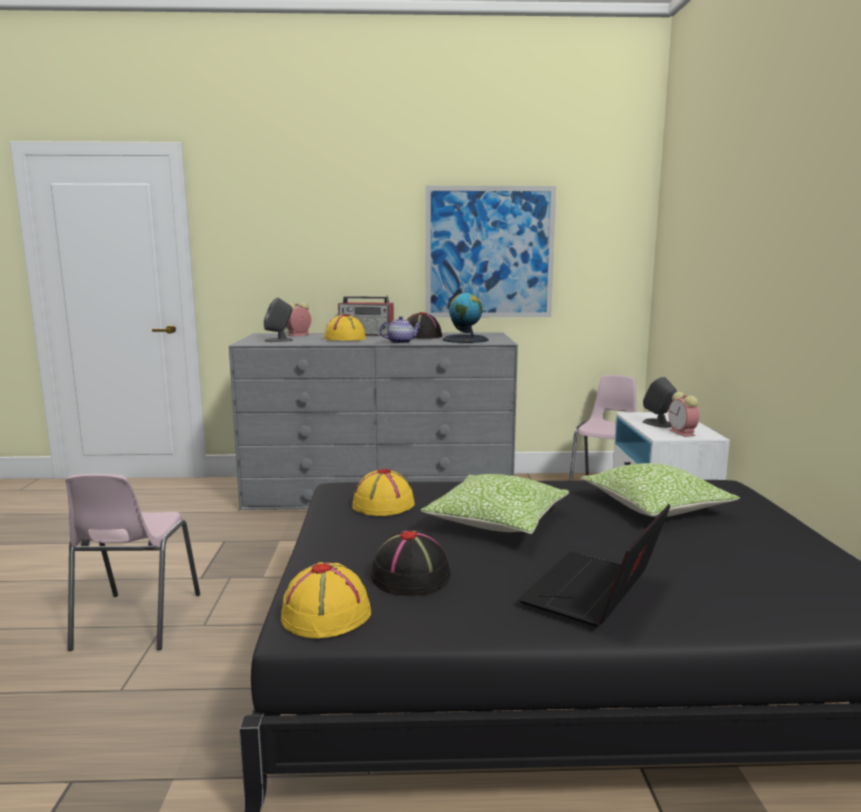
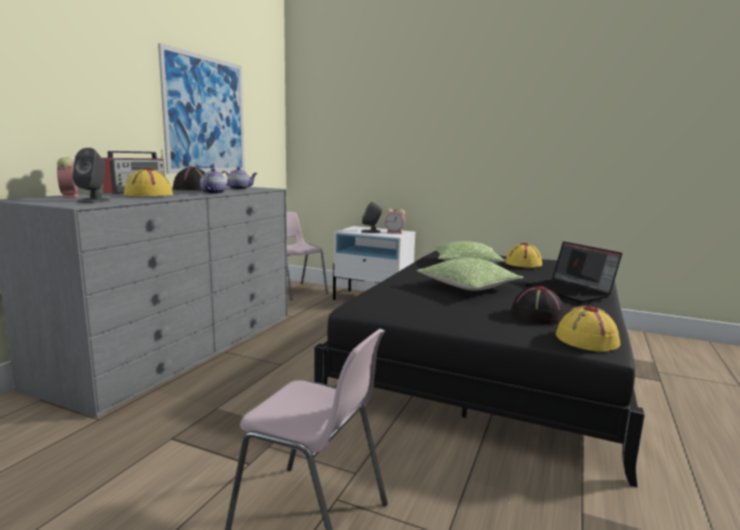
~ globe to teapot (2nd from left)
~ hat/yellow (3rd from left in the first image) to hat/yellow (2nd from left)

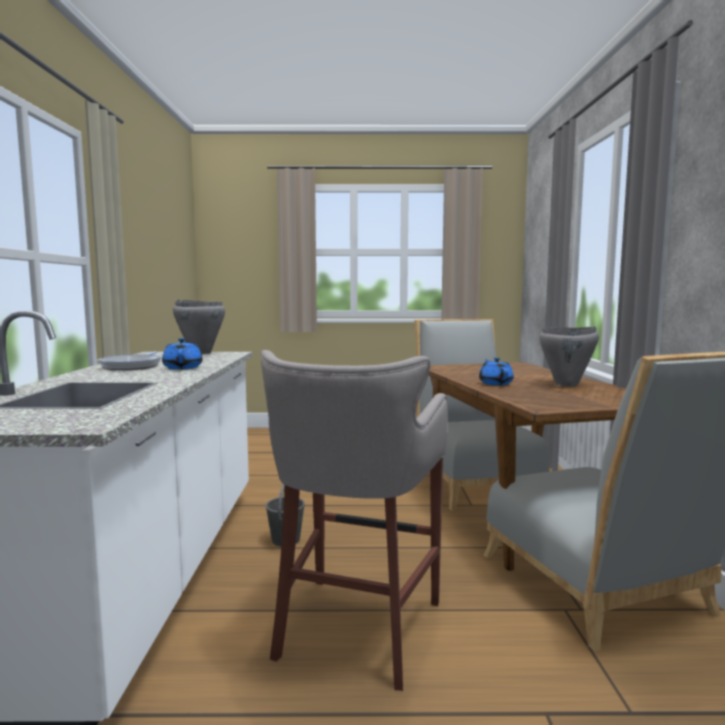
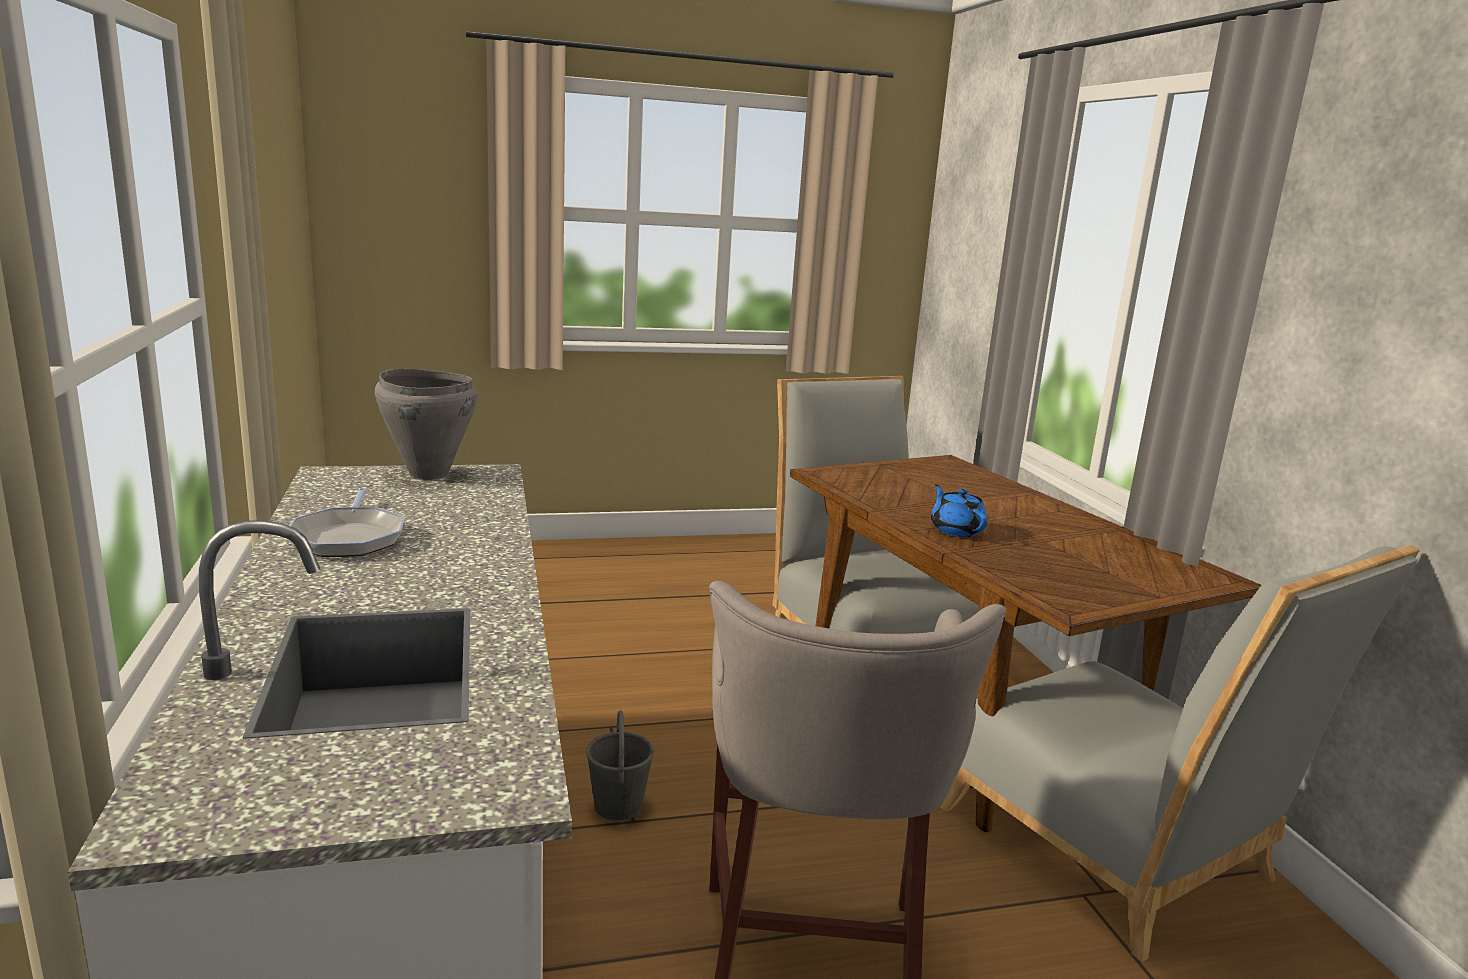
- cooking pot/grey (2nd from left)
- teapot/blue (1st from left)

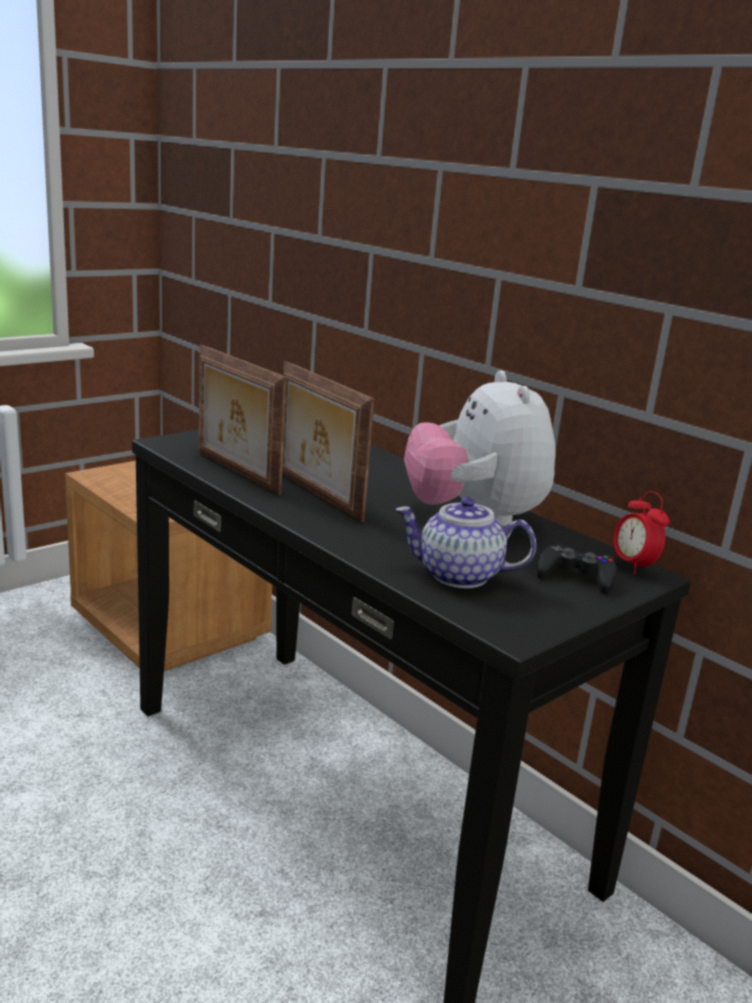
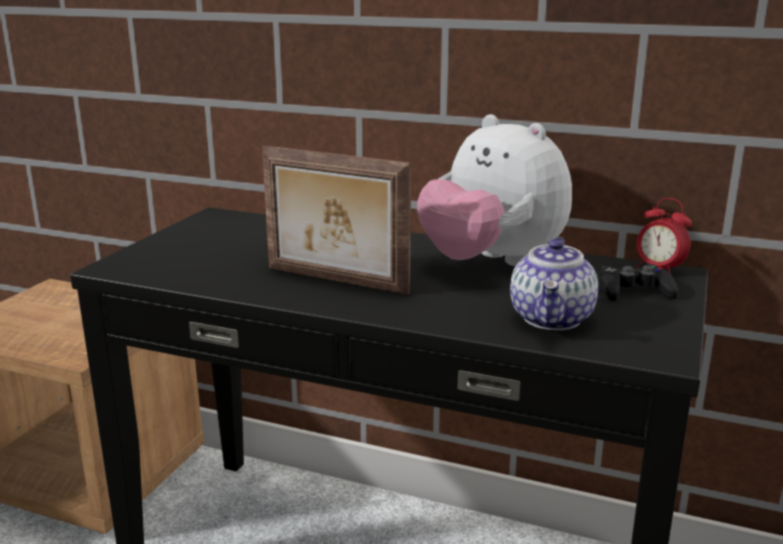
- picture frame (1st from left)
~ teapot 60 degrees counterclockwise

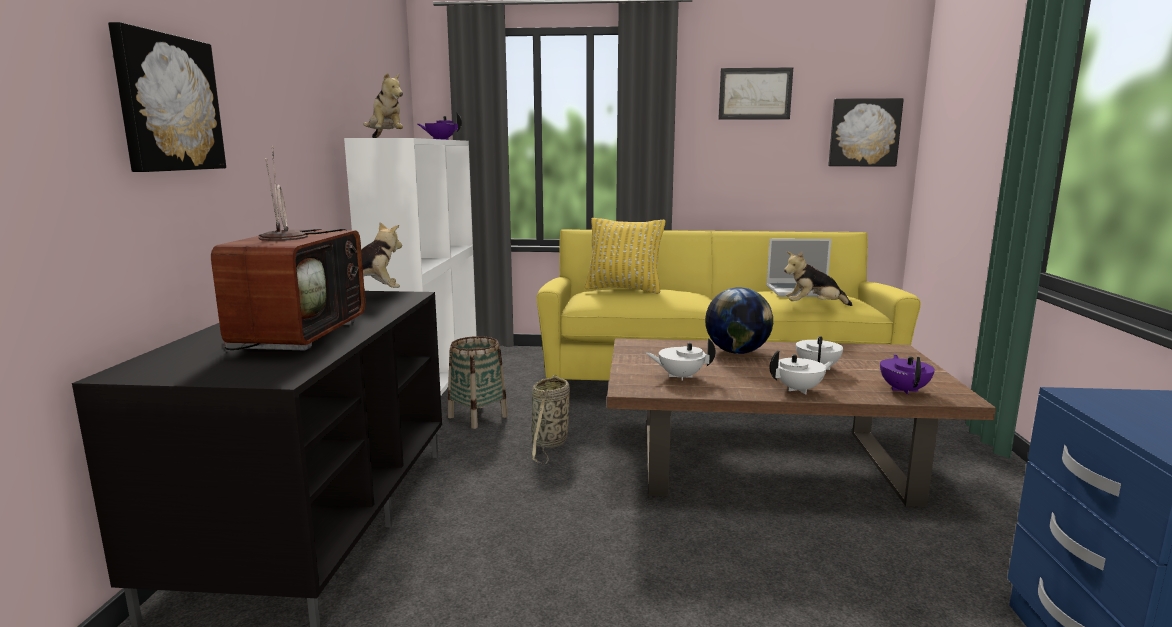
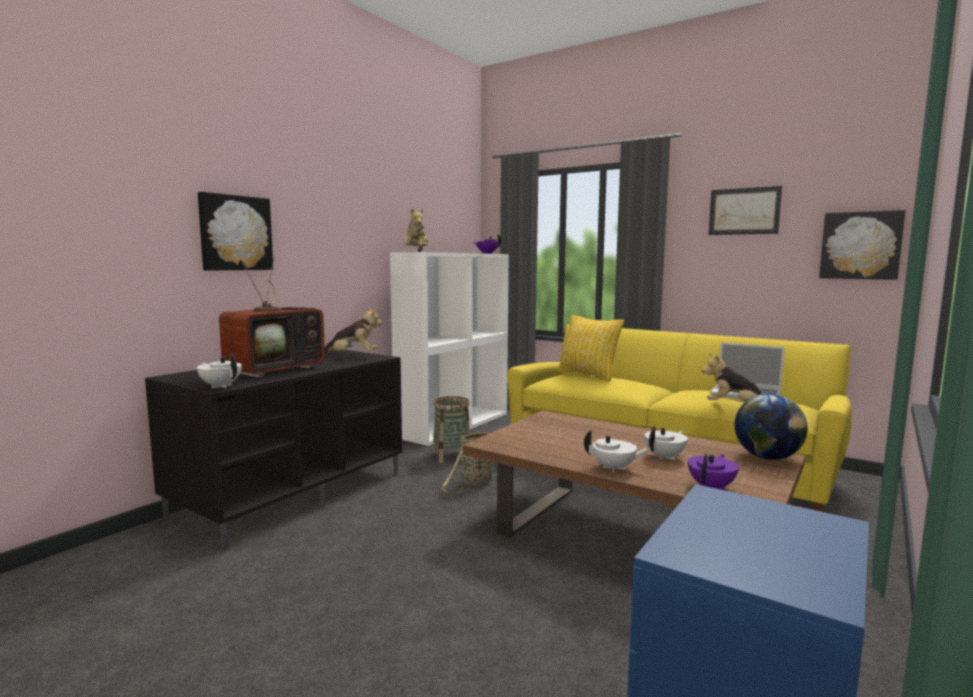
~ globe
~ teapot/white (1st from left)

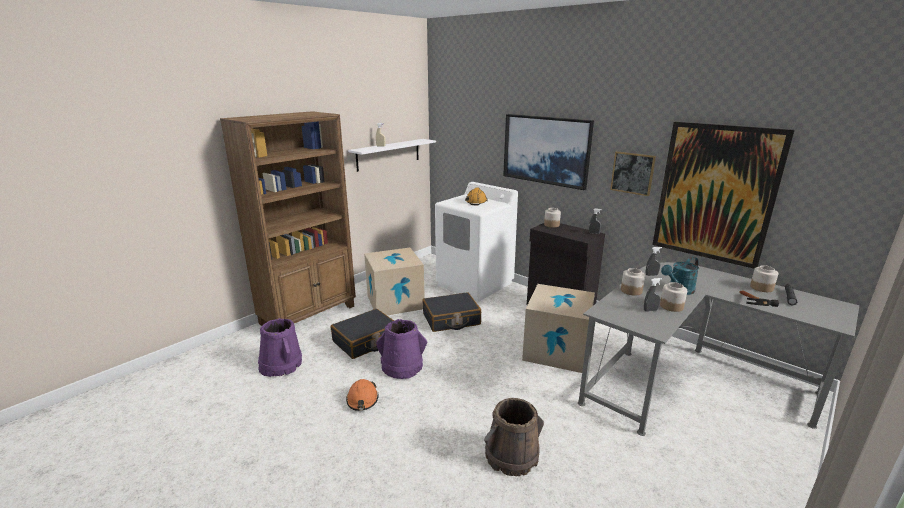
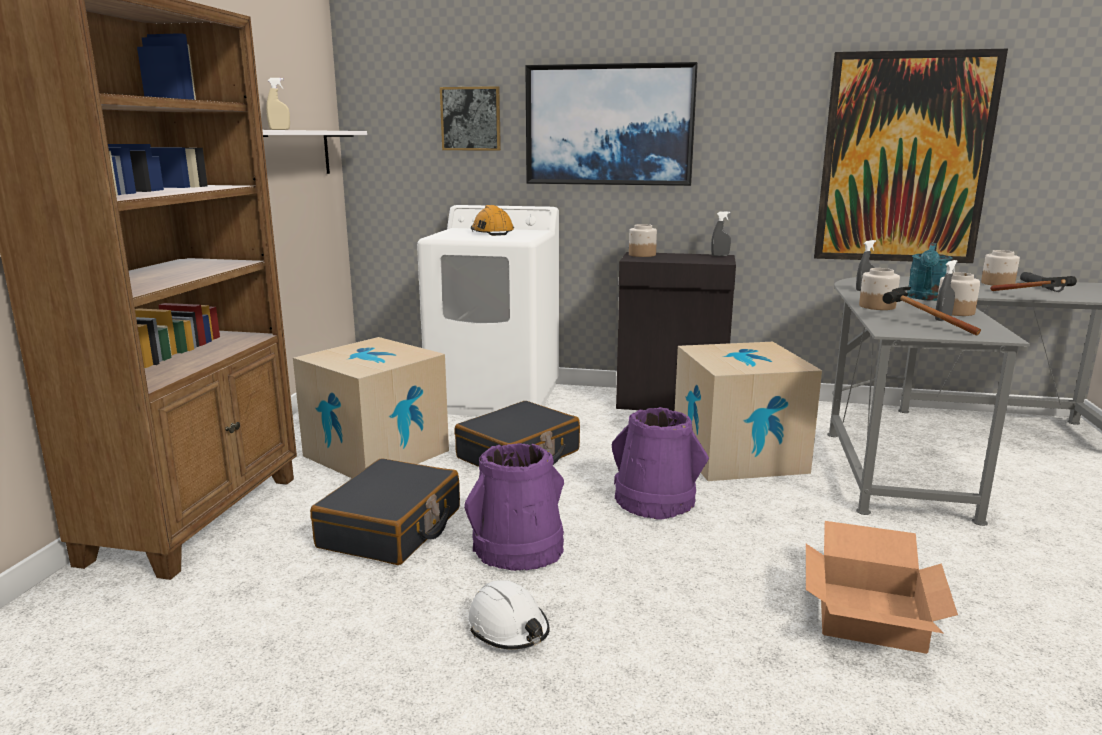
~ picture (2nd from left in the first image) to picture (1st from left)
~ bucket/purple (1st from left in the first image) to bucket/purple (2nd from left)
~ hard hat/orange (1st from left) to hard hat/white
~ bucket/brown to cardboard box (3rd from left)
+ hammer (1st from left)

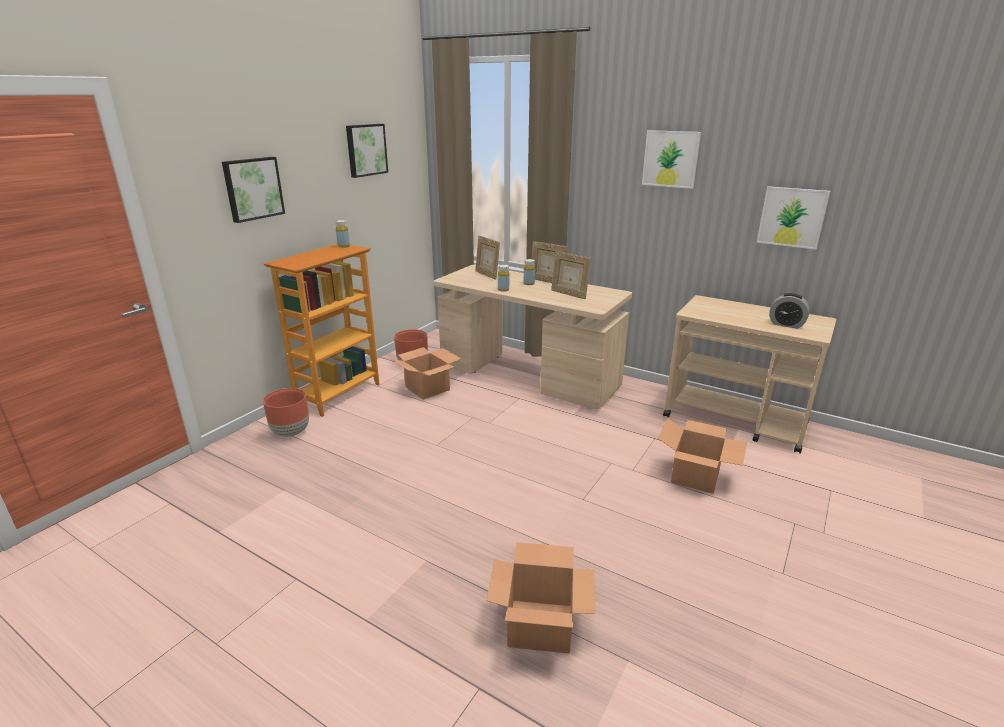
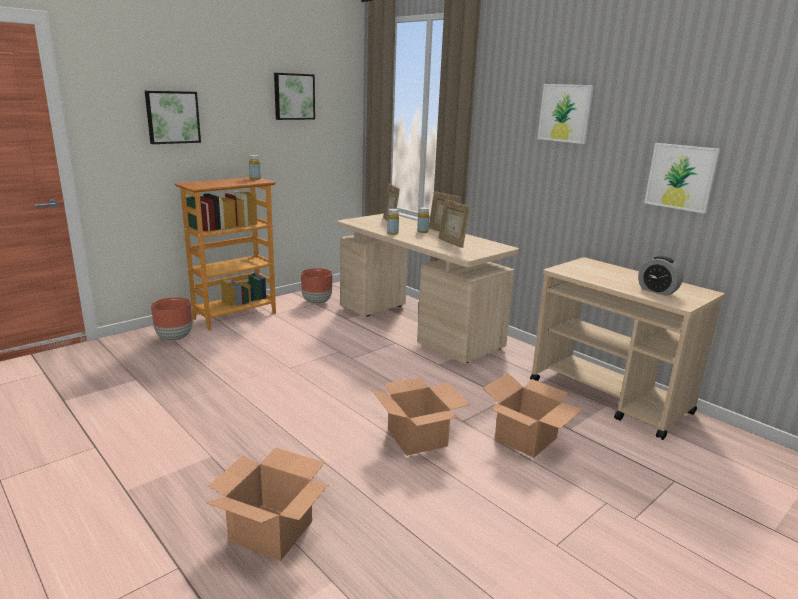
~ cardboard box (1st from left in the first image) to cardboard box (2nd from left)

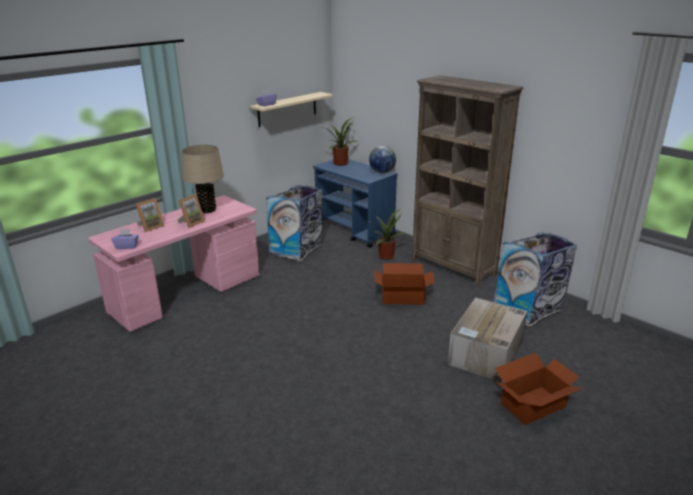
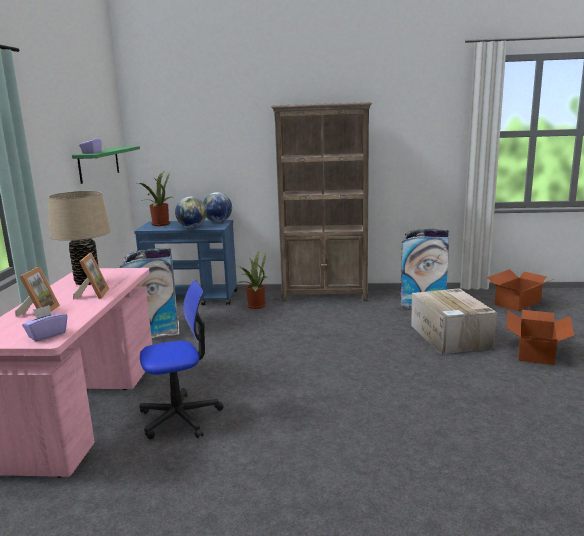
~ shelf/beige to shelf/green
~ cardboard box (1st from left in the first image) to cardboard box (2nd from left)
+ globe (1st from left)
+ office chair

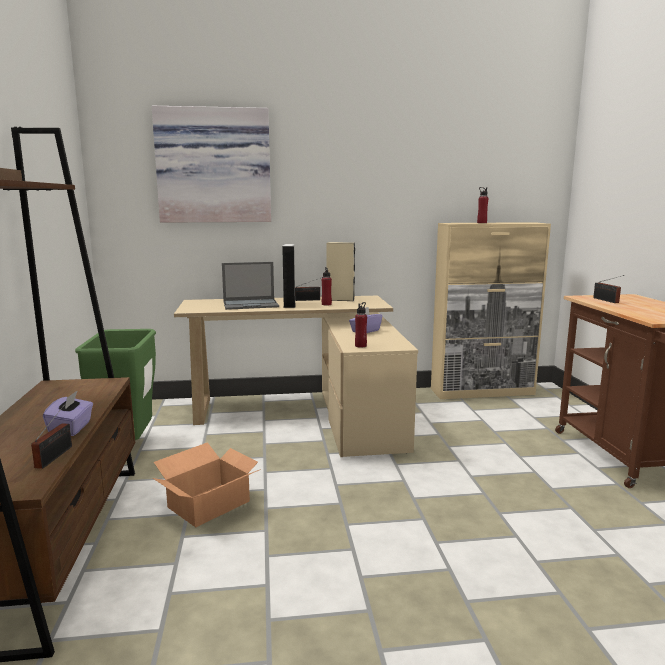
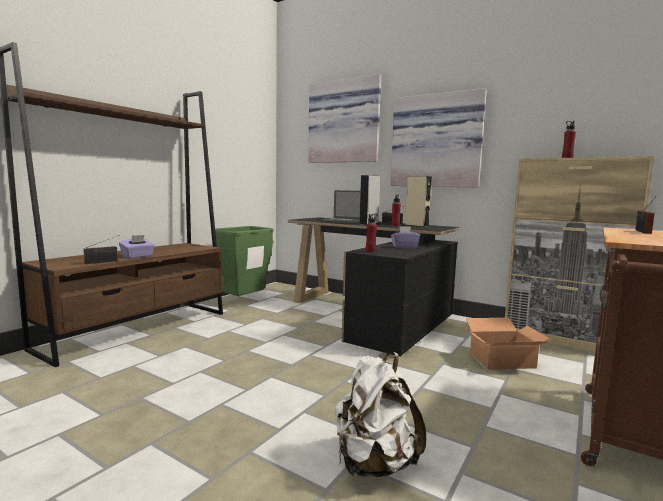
~ desk/beige to desk/black
~ cardboard box
+ picture (2nd from left)
+ backpack/white

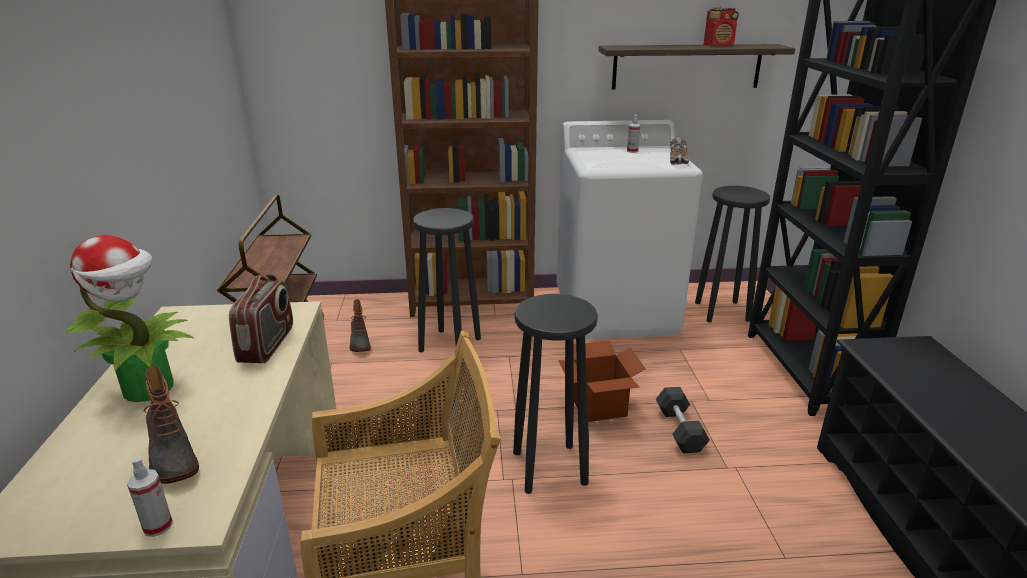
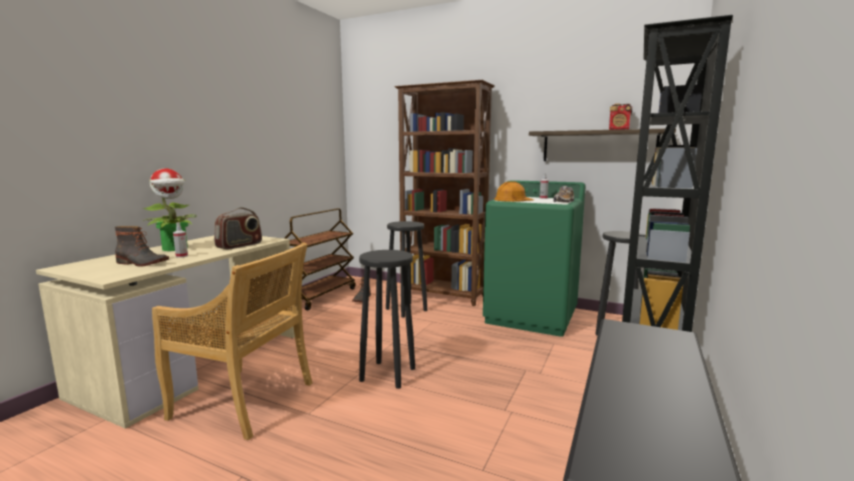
~ washing machine/white to washing machine/green
- cardboard box
~ boot (1st from left) 75 degrees counterclockwise
- dumbbell/grey
~ spray bottle (1st from left)
+ hard hat/orange

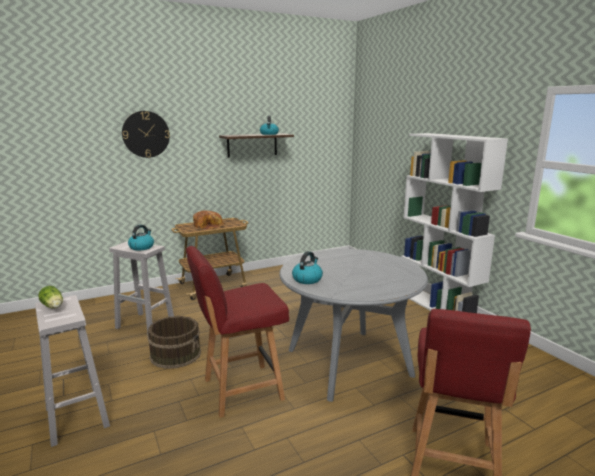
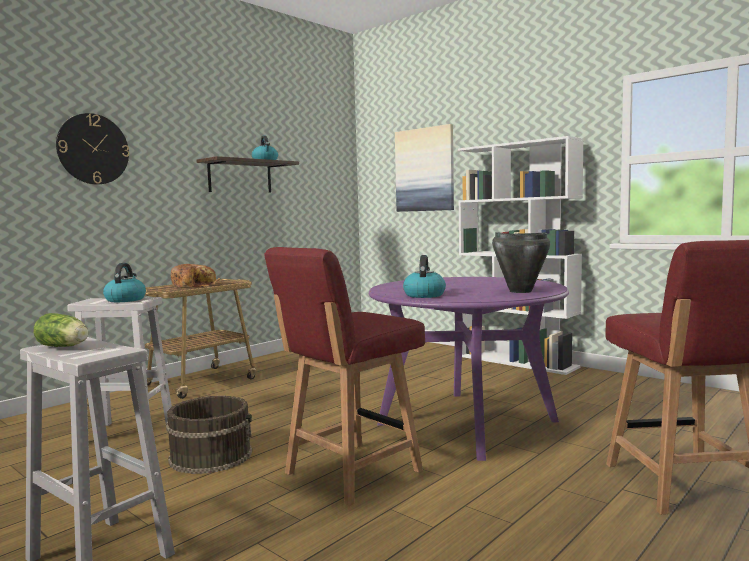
~ dining table/grey to dining table/purple
+ picture
+ cooking pot/black

